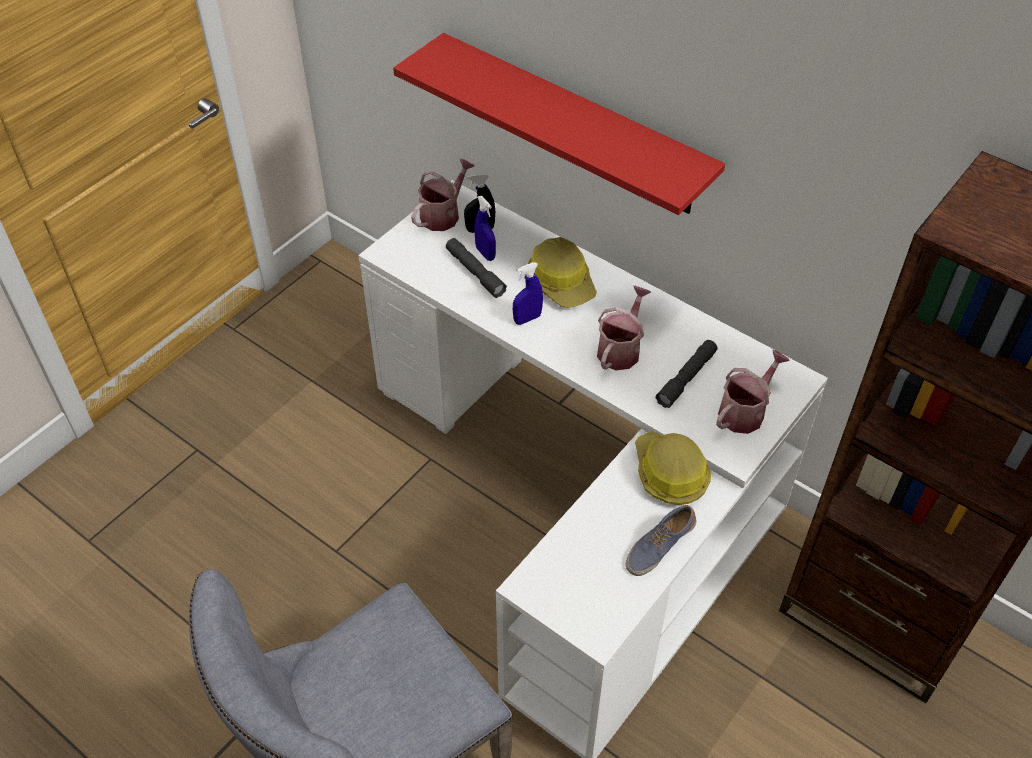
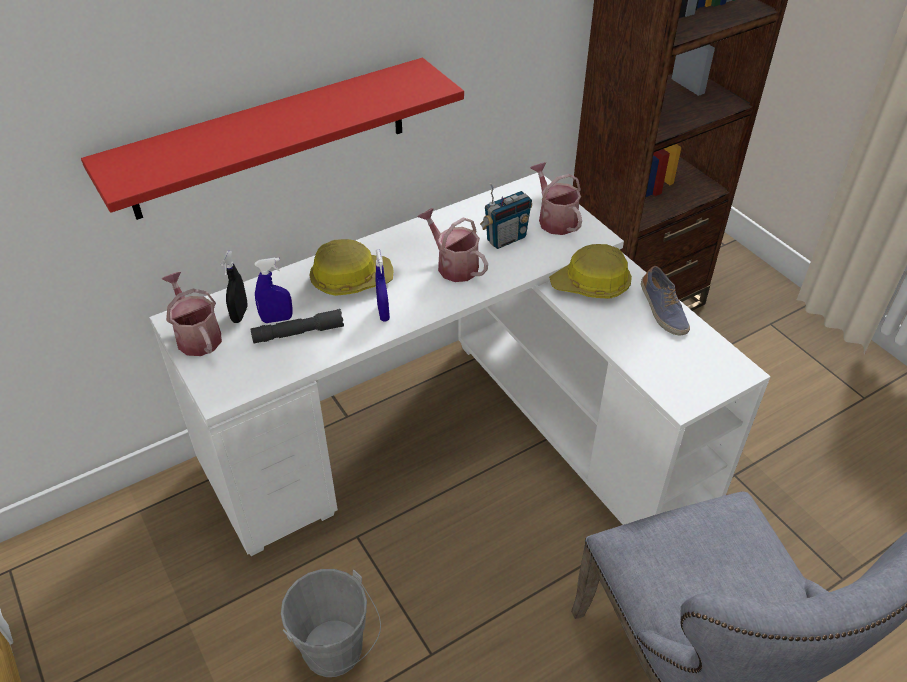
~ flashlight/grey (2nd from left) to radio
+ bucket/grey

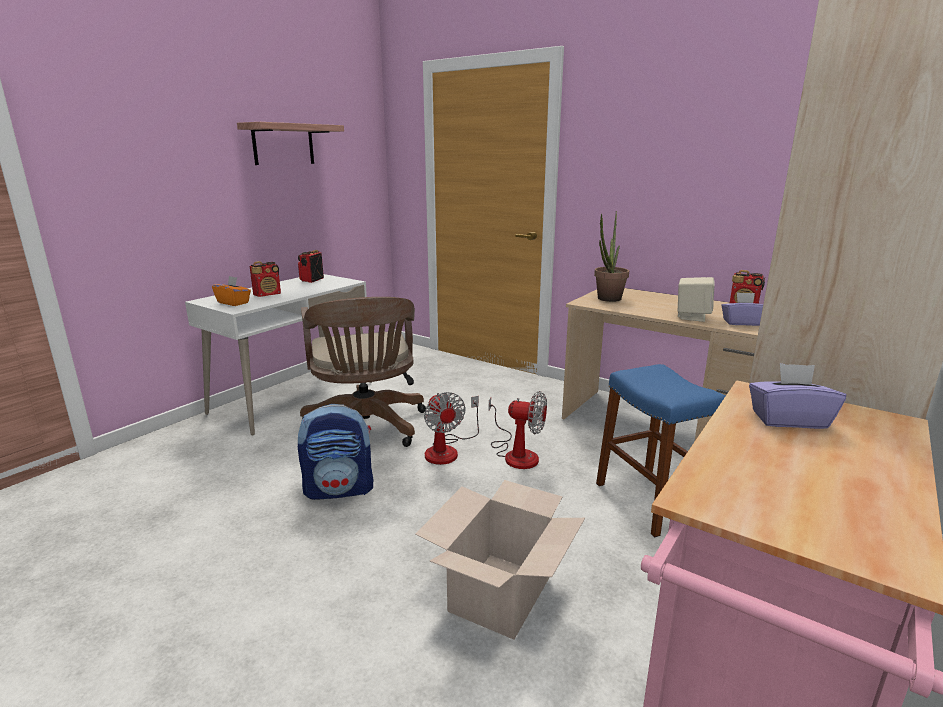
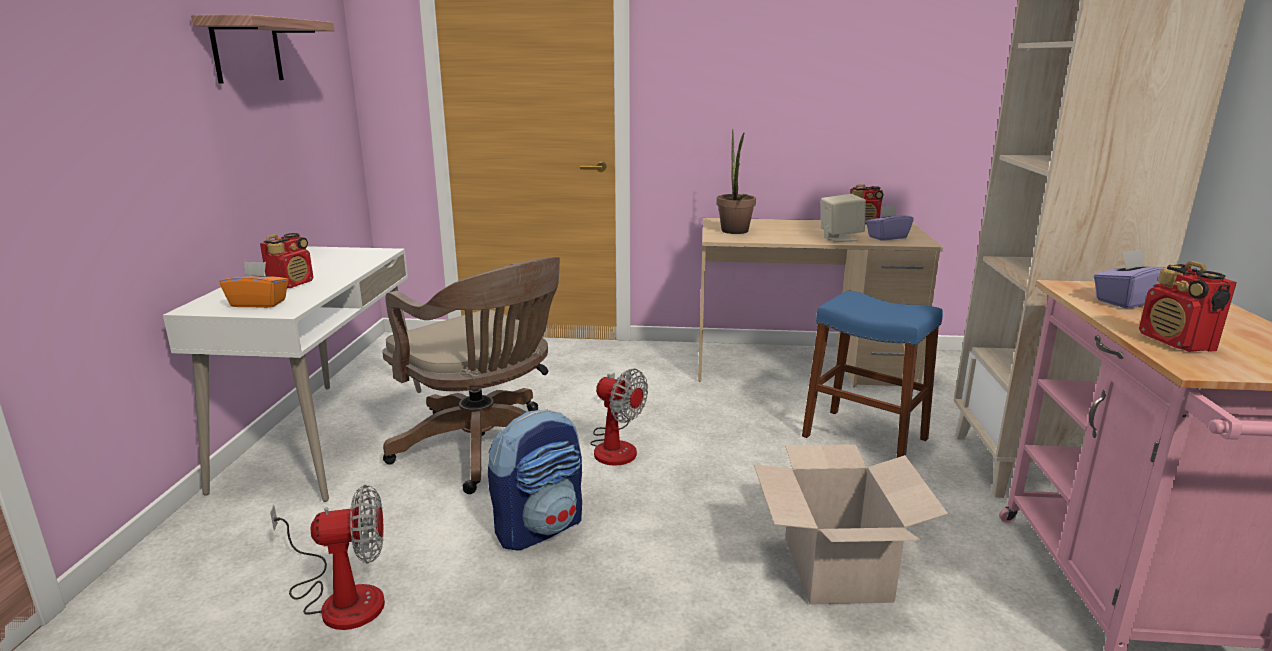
~ radio (2nd from left in the first image) to radio (3rd from left)
~ fan (2nd from left in the first image) to fan (1st from left)

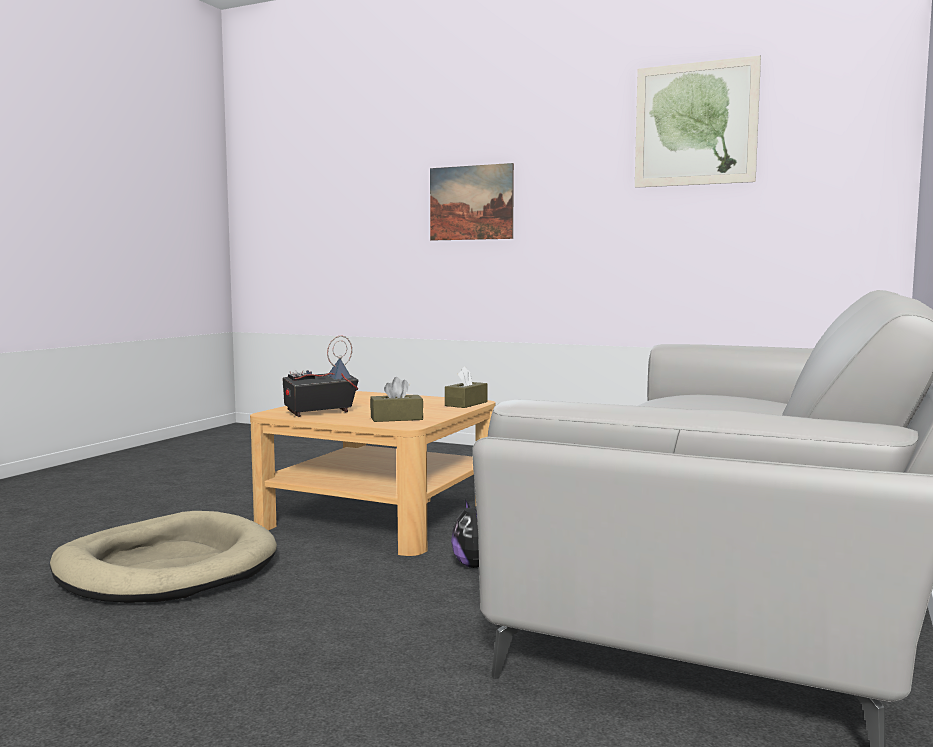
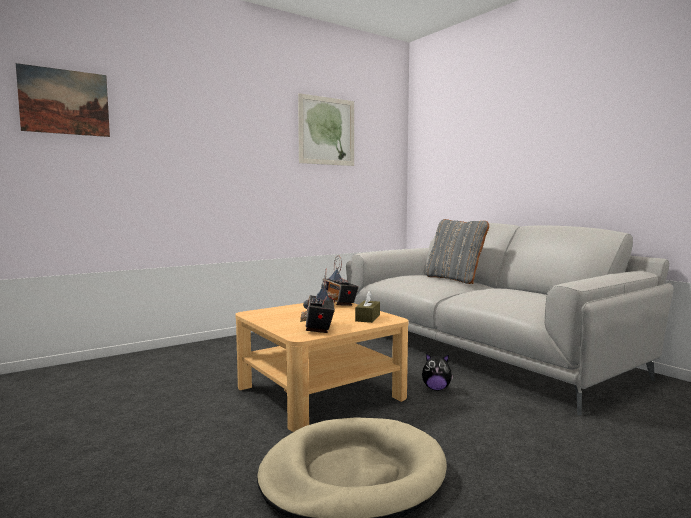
~ picture (1st from left)
~ tissue box/brown (2nd from left) to radio (2nd from left)
+ pillow/grey

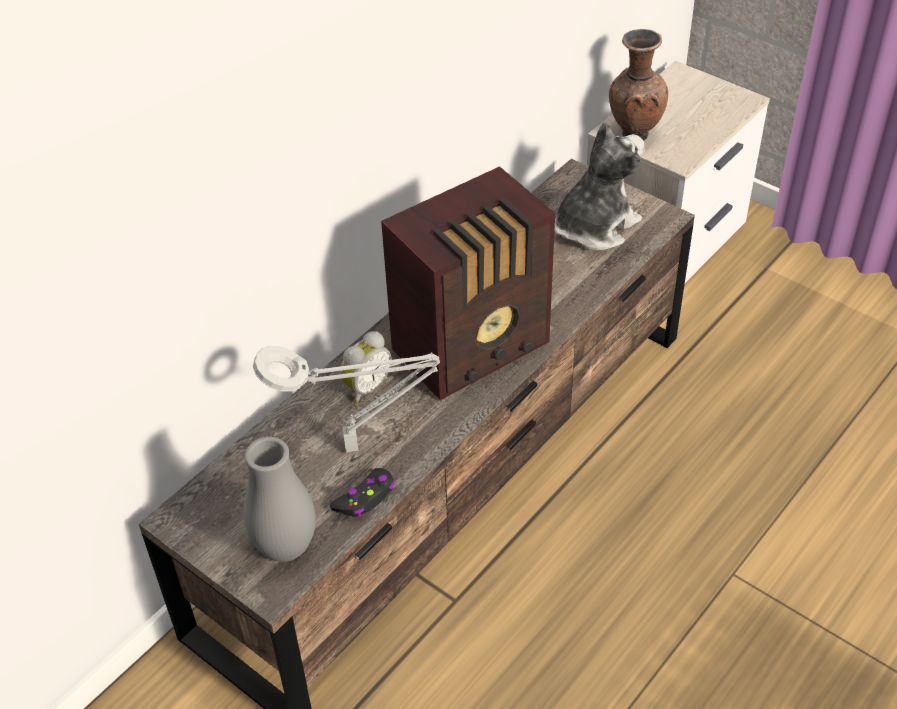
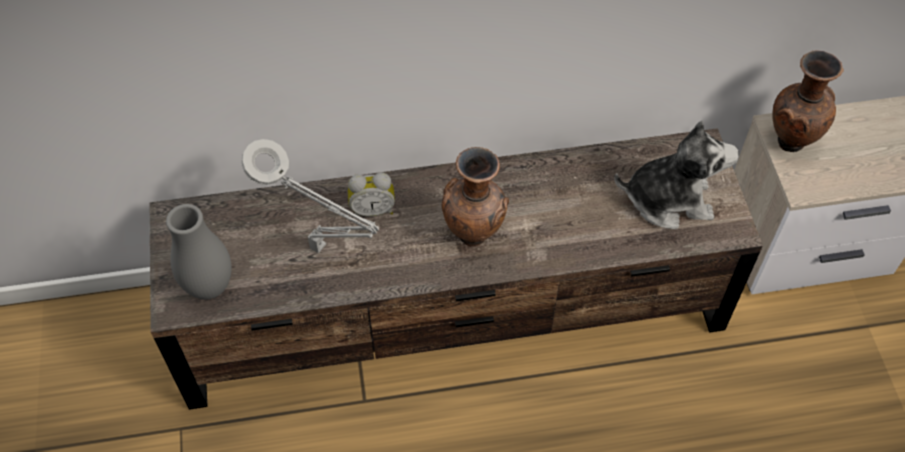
~ radio to vase/brown (1st from left)
- game controller/black

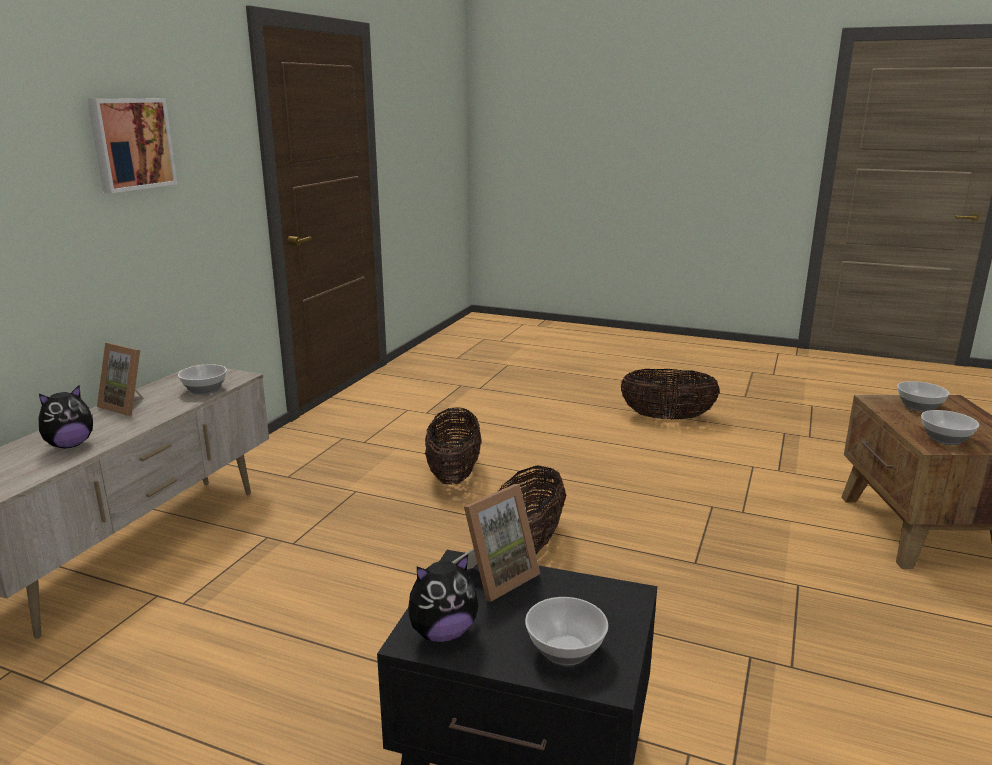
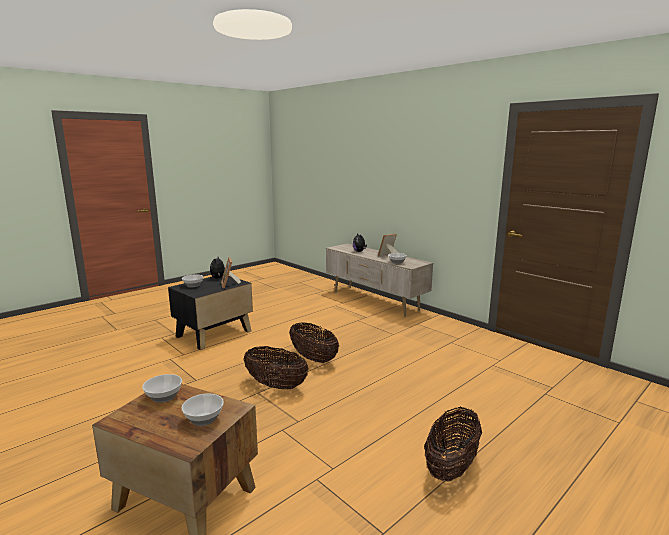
- picture
~ basket (1st from left)

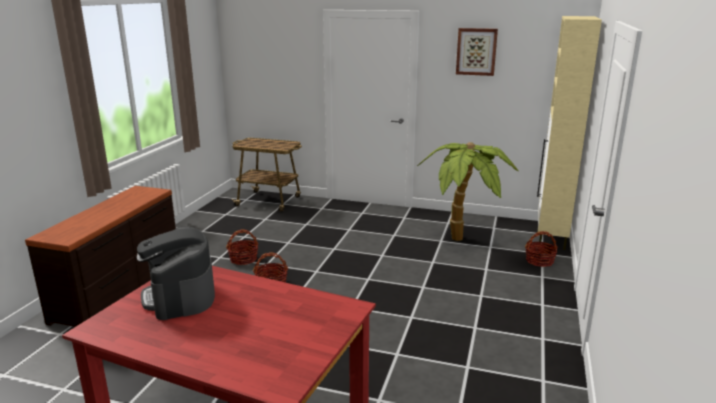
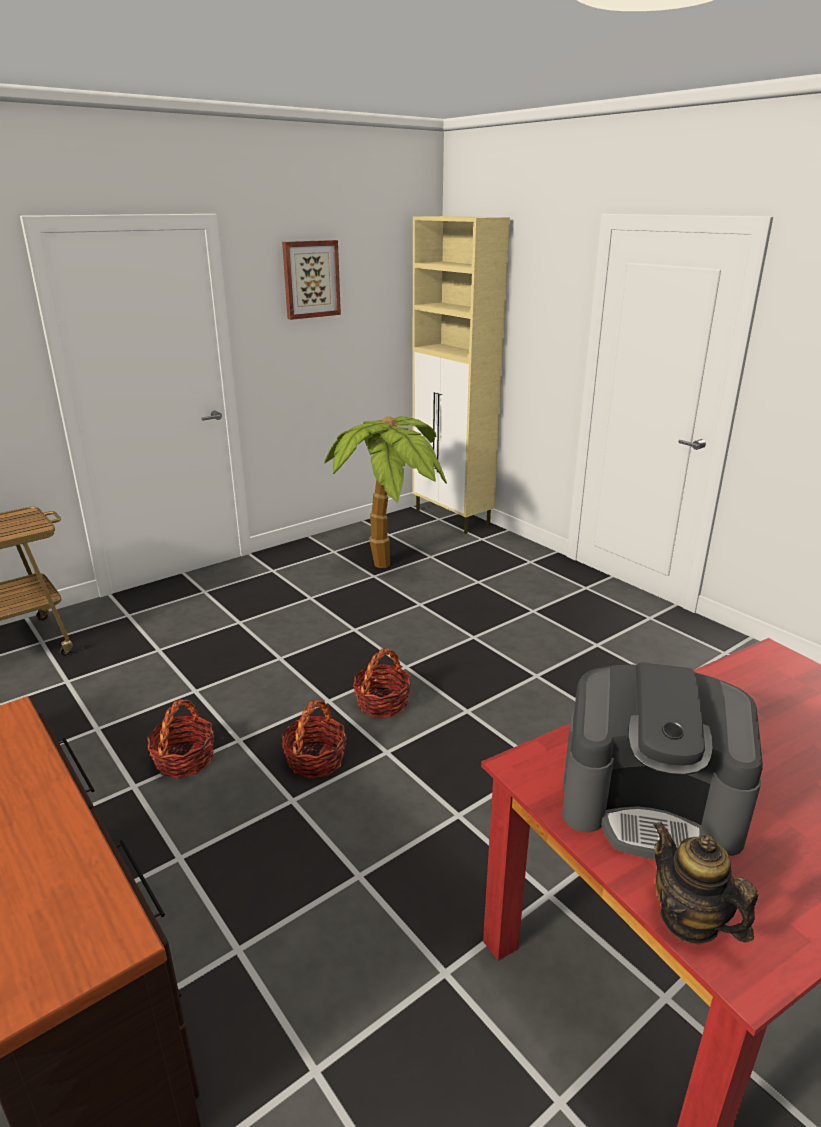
~ basket (3rd from left)
+ teapot

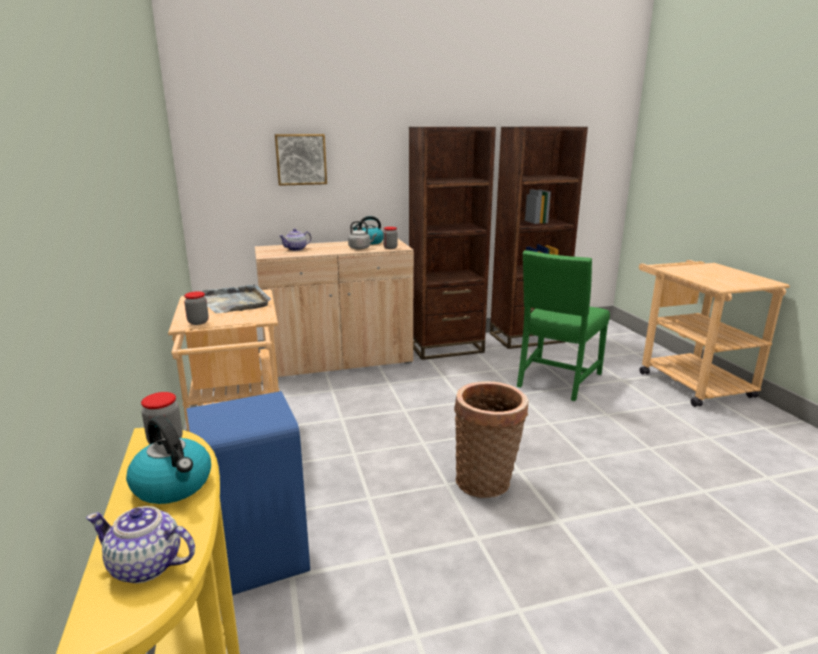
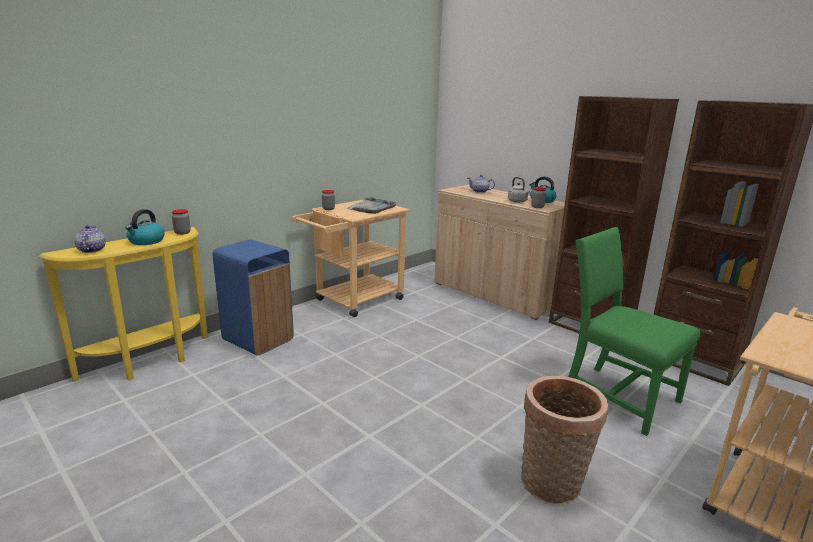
- picture
~ chair/green 45 degrees clockwise
~ basket

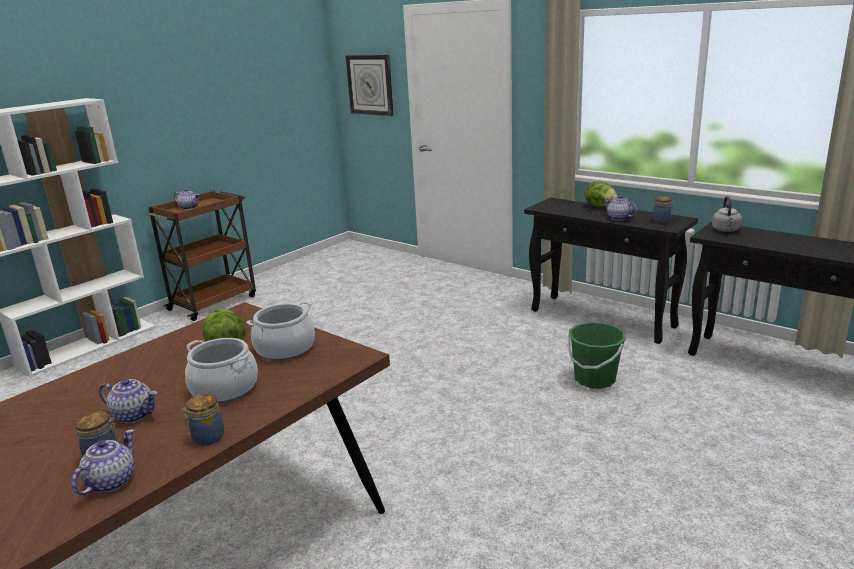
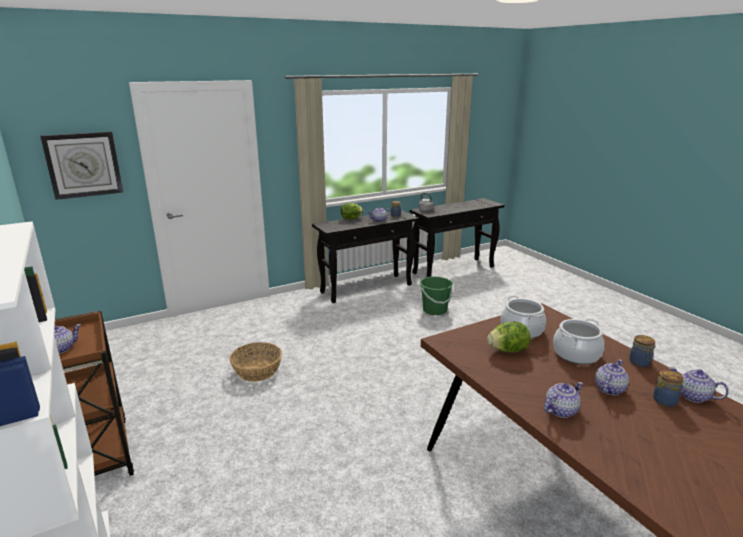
+ basket
+ teapot (3rd from left)

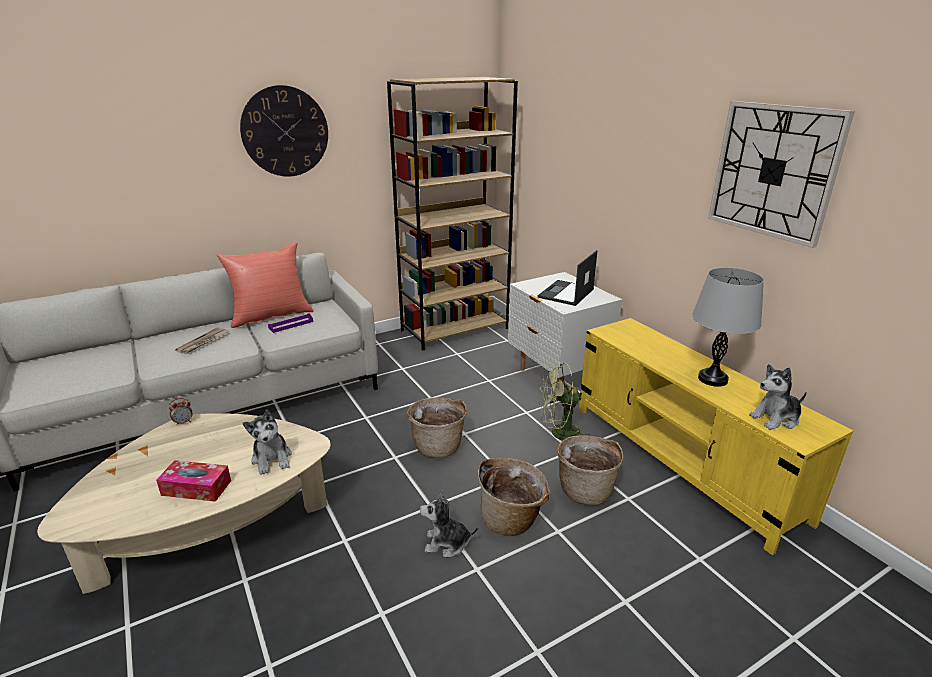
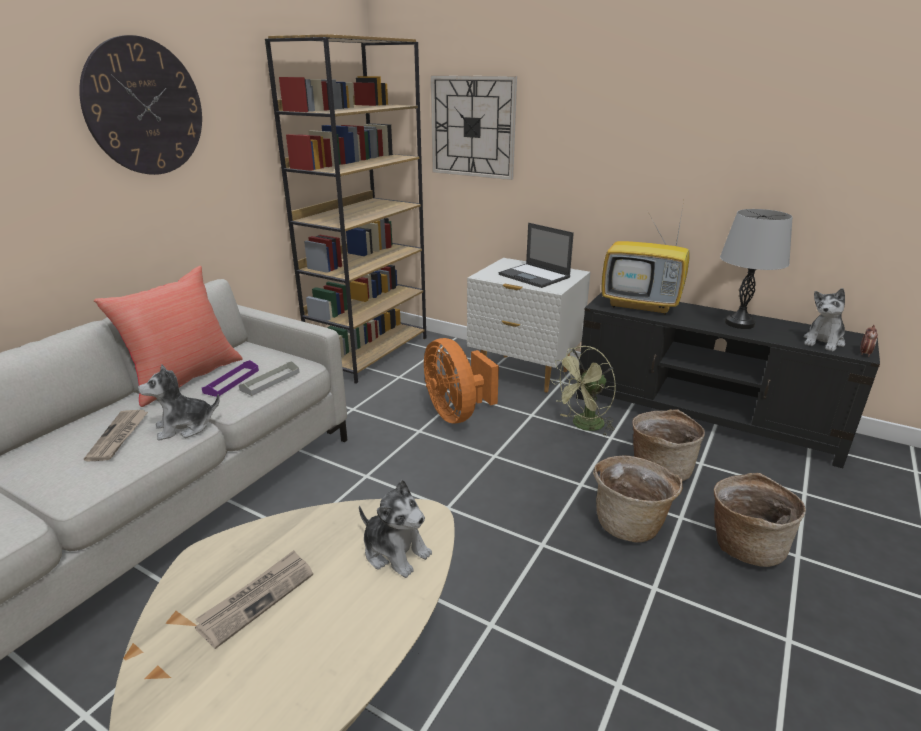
~ wall clock (2nd from left)
~ laptop 45 degrees counterclockwise
~ tv stand/yellow to tv stand/black
~ alarm clock
~ basket (1st from left in the first image) to basket (3rd from left)
- tissue box
~ plush toy (2nd from left in the first image) to plush toy (1st from left)
+ television
+ fan/orange
+ tray/grey
+ newspaper (2nd from left)

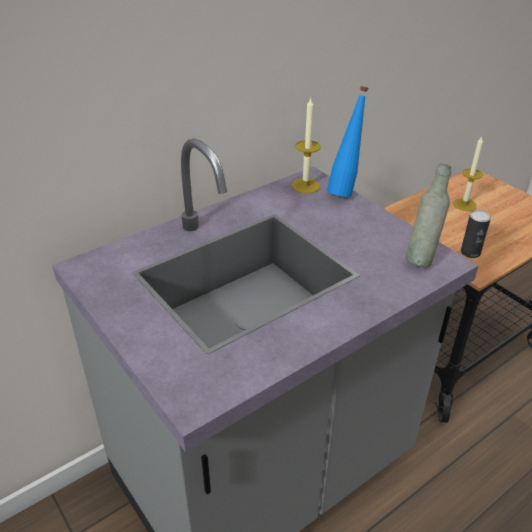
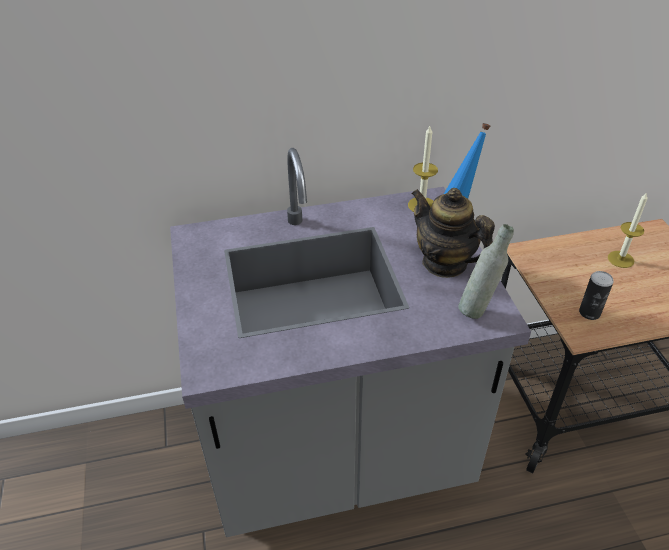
+ teapot

